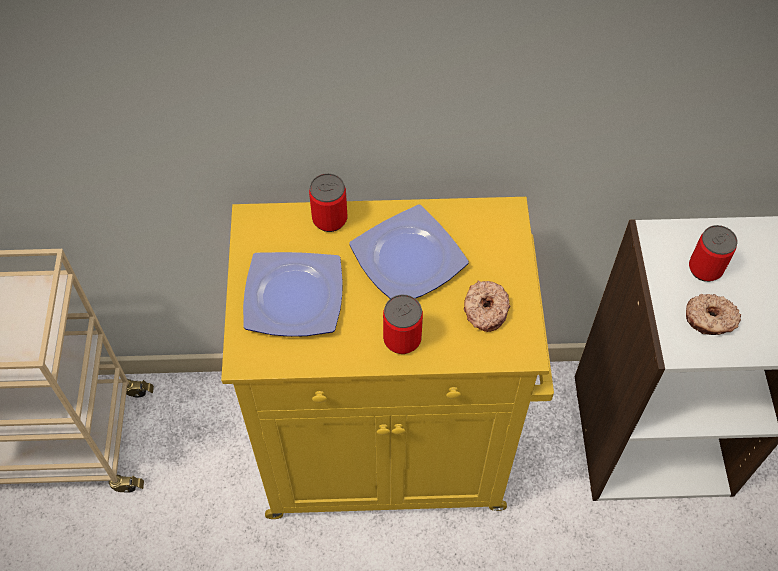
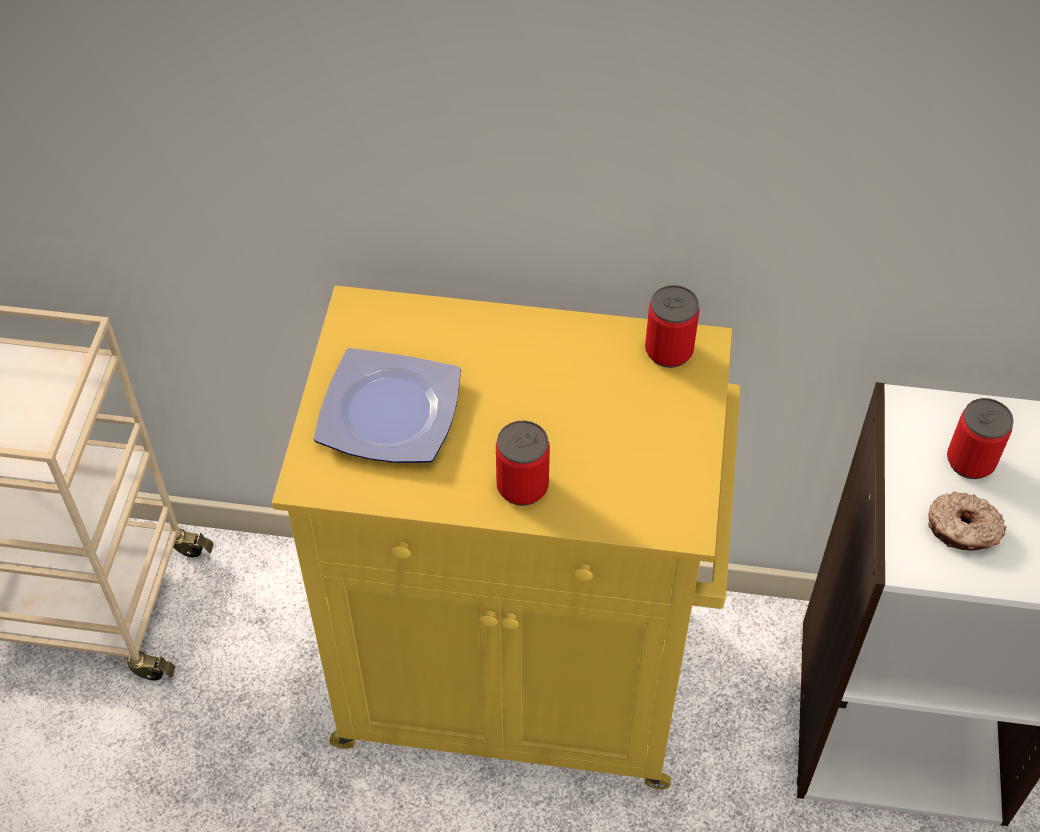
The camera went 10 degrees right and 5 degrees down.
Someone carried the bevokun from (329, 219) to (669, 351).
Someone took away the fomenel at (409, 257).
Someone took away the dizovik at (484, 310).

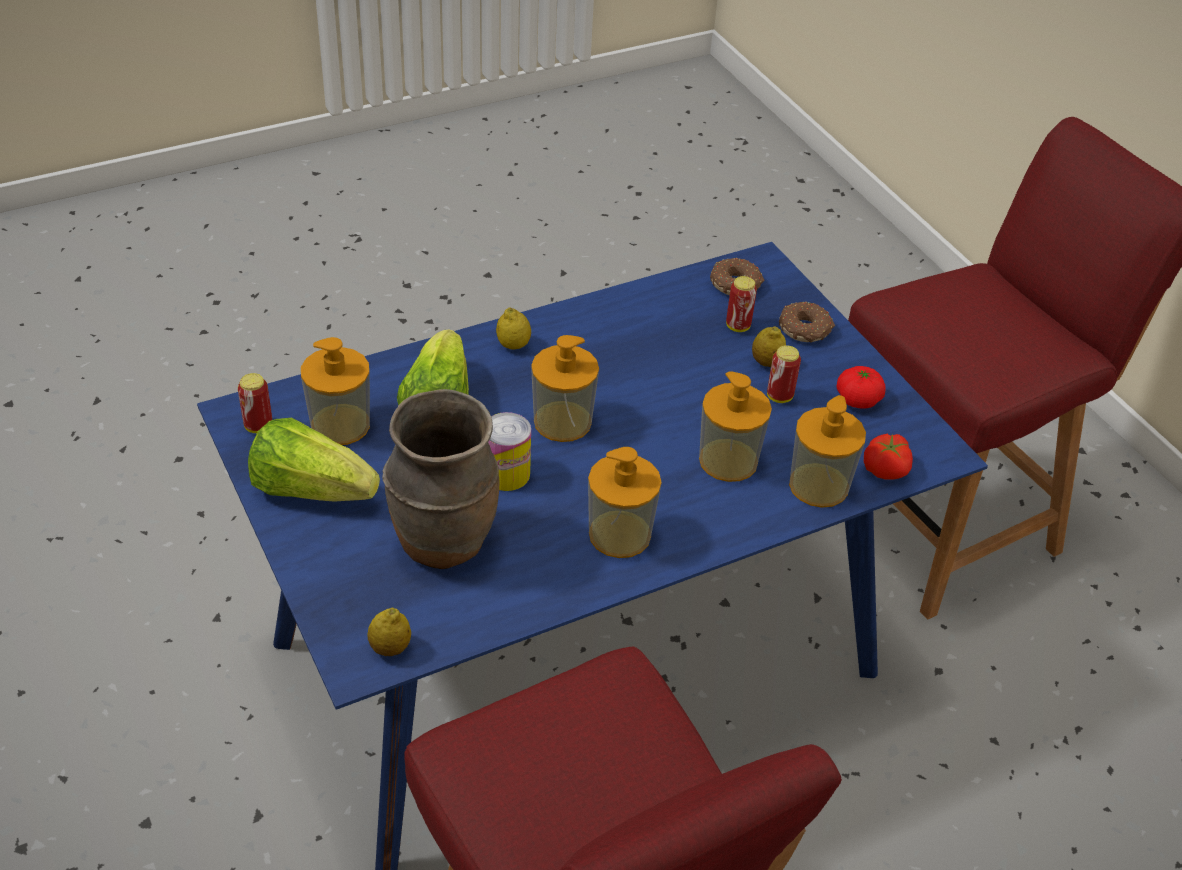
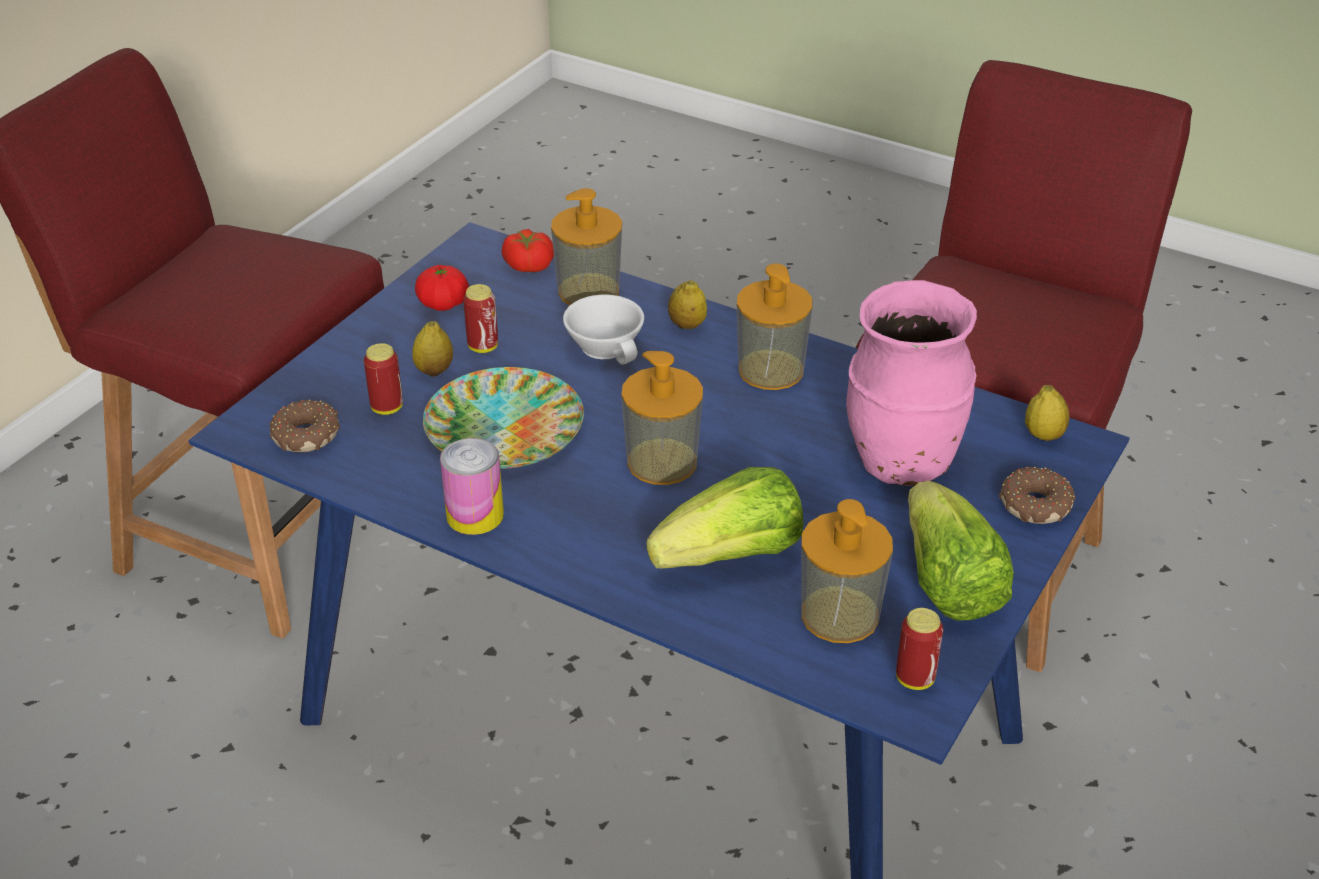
The camera went 120 degrees left and 5 degrees down.
Someone put down the fomenel at (503, 428).
Someone carried the bevokun from (506, 474) to (475, 515).
Someone swapped the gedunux at (728, 460) for the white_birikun at (608, 346).
Someone carried the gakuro from (513, 345) to (687, 325).
Someone repainted the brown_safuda at (443, 541), which became the pink_safuda at (901, 463).
Someone carried the dizovik from (805, 329) to (1034, 503).

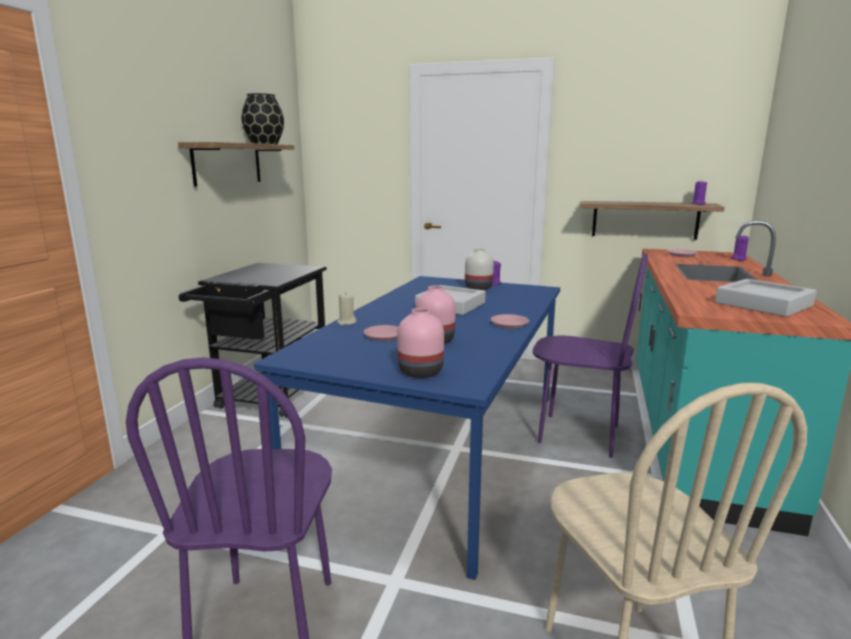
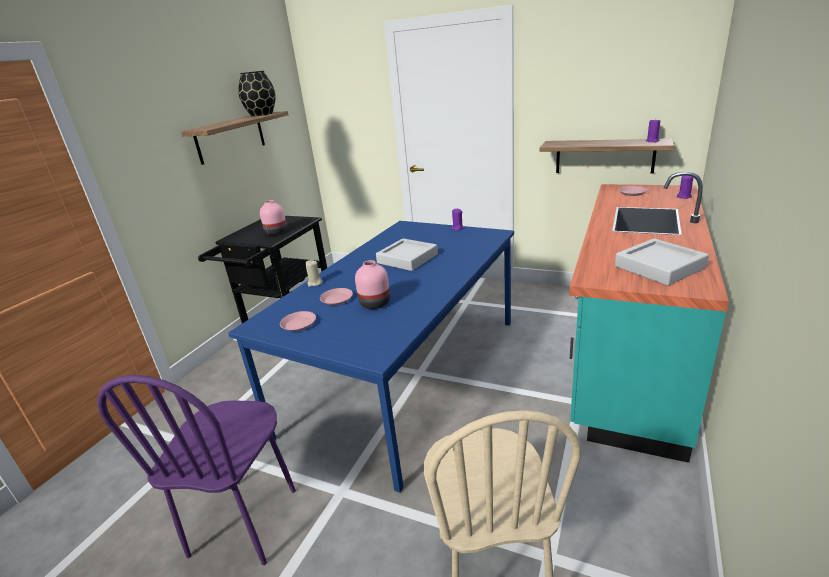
The camera went 10 degrees right and 10 degrees up.
Someone carried the pink_safuda from (419, 372) to (275, 232).
Someone carried the pink_fomenel from (509, 324) to (299, 324).
Someone took away the white_safuda at (478, 288).
Someone took away the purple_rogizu at (578, 434).

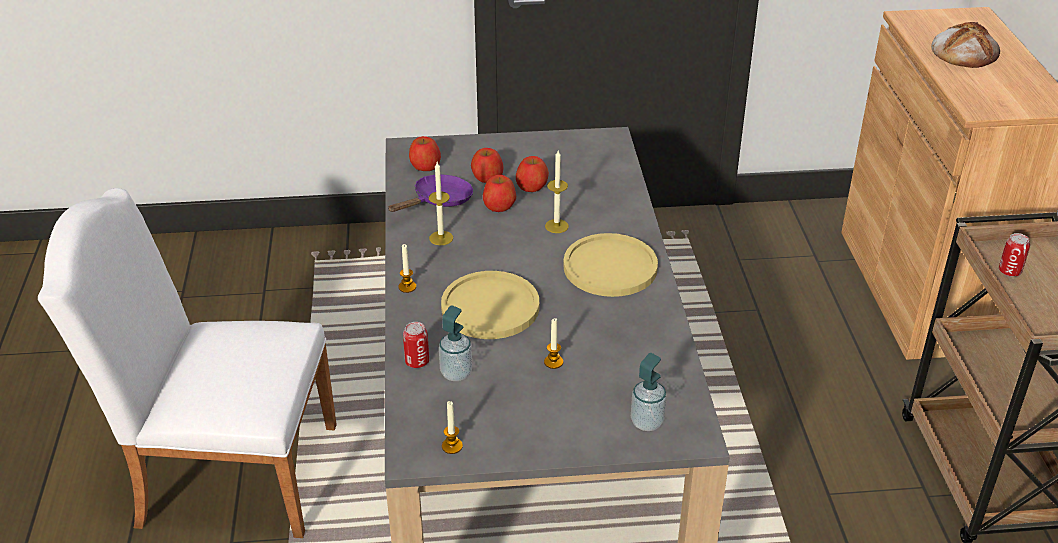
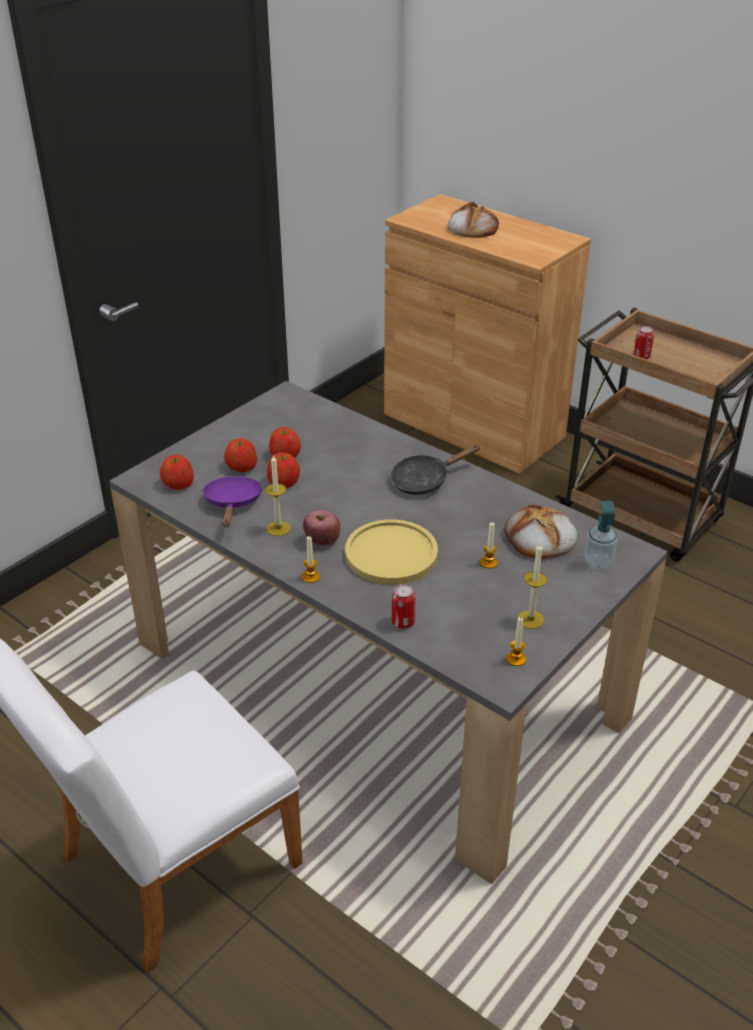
The camera went 45 degrees left and 0 degrees up.
Someone put down the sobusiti at (322, 541).
Someone swapped the yellow_fomenel at (610, 267) for the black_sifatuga at (425, 480).
Someone put down the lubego at (539, 538).
Someone carried the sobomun from (556, 226) to (530, 619).
Someone took away the gedunux at (456, 373).

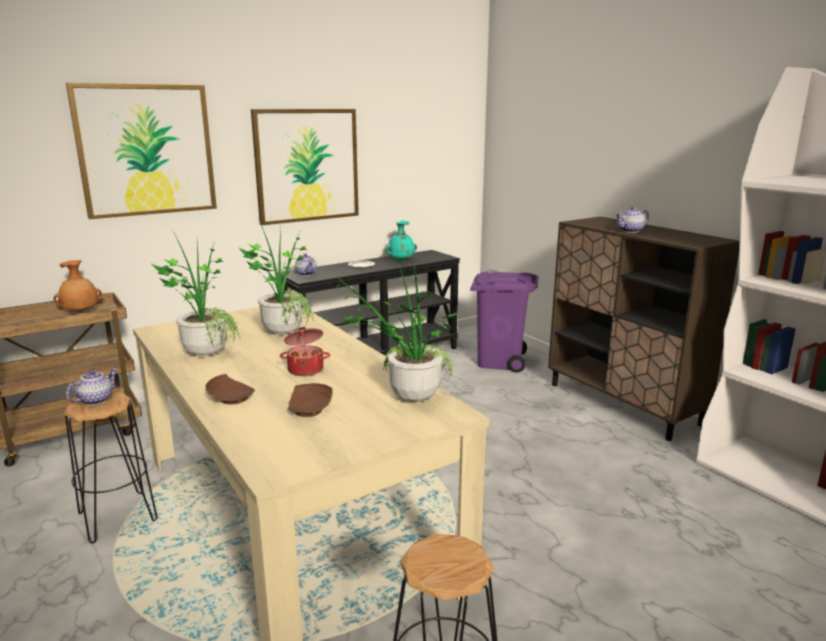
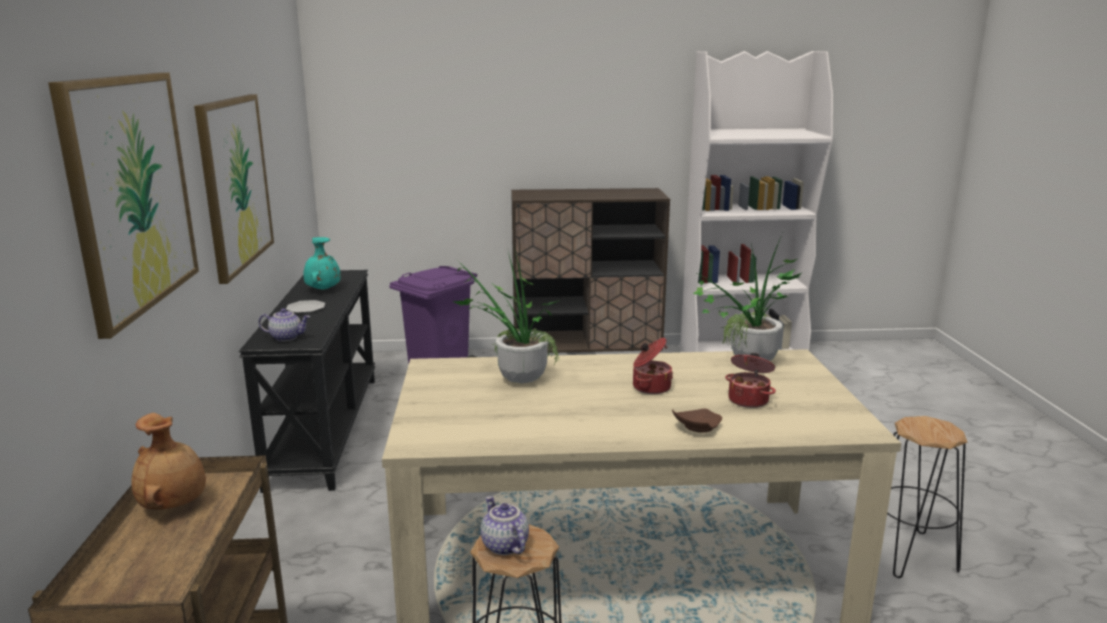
The camera went 60 degrees left and 0 degrees up.
Someone swapped the brown_fomenel at (310, 409) for the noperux at (749, 400).
Someone took away the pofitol at (205, 350).
Someone took away the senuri at (630, 231).

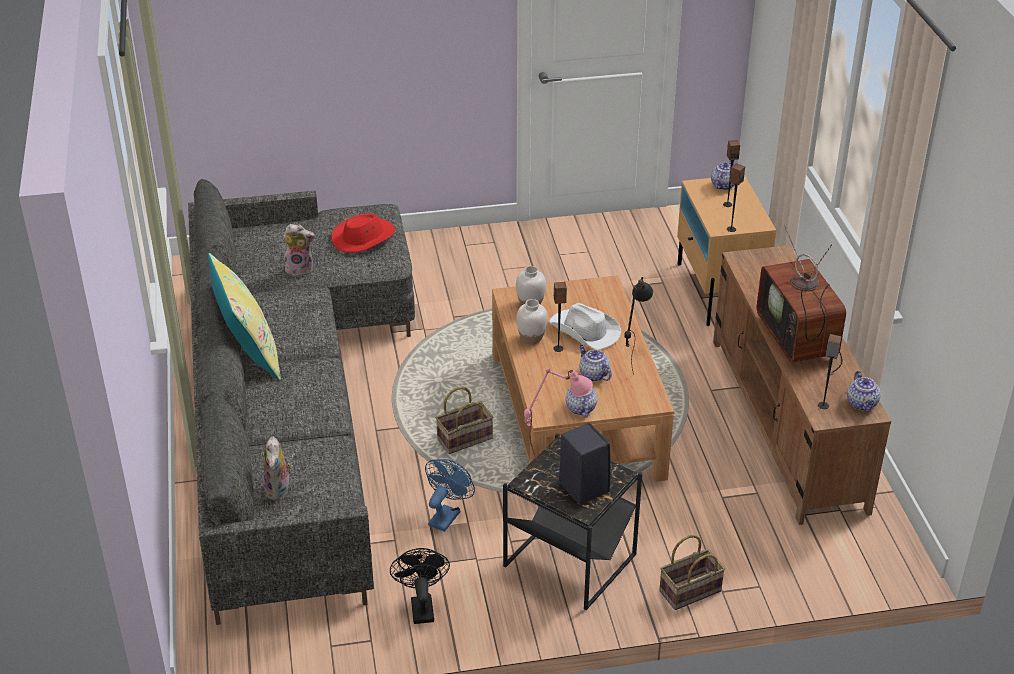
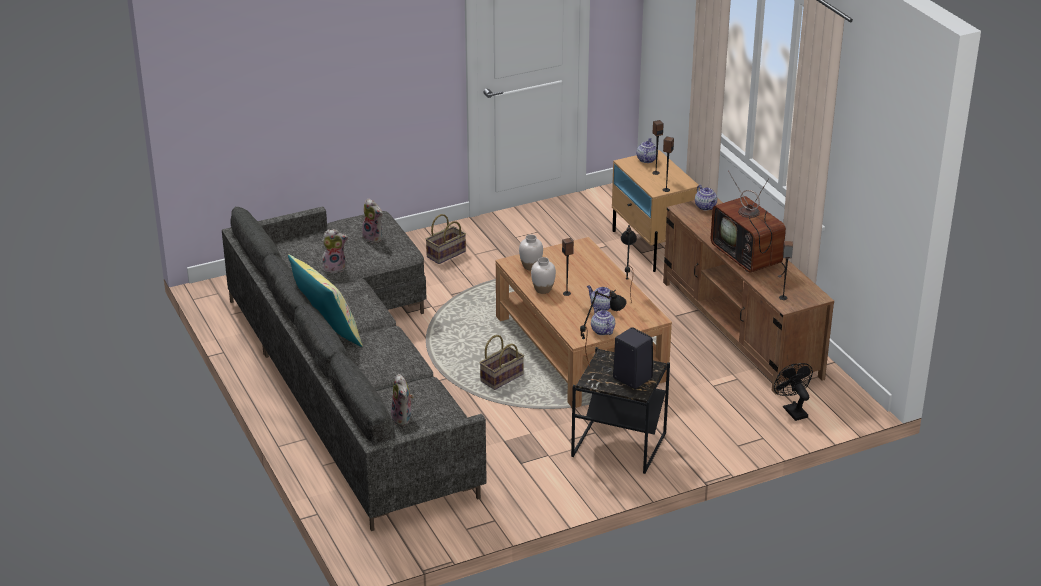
The camera went 15 degrees left and 5 degrees down.
Someone swapped the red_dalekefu at (363, 237) for the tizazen at (374, 237).
Someone carried the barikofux from (689, 592) to (446, 255).
Someone repainted the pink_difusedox at (556, 450), which became the black_difusedox at (601, 357).
Someone carried the senuri from (862, 404) to (706, 207).
Someone carried the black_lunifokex from (421, 606) to (792, 410).
Someone took away the blue_lunifokex at (446, 515).
Someone took away the white_dalekefu at (585, 331).

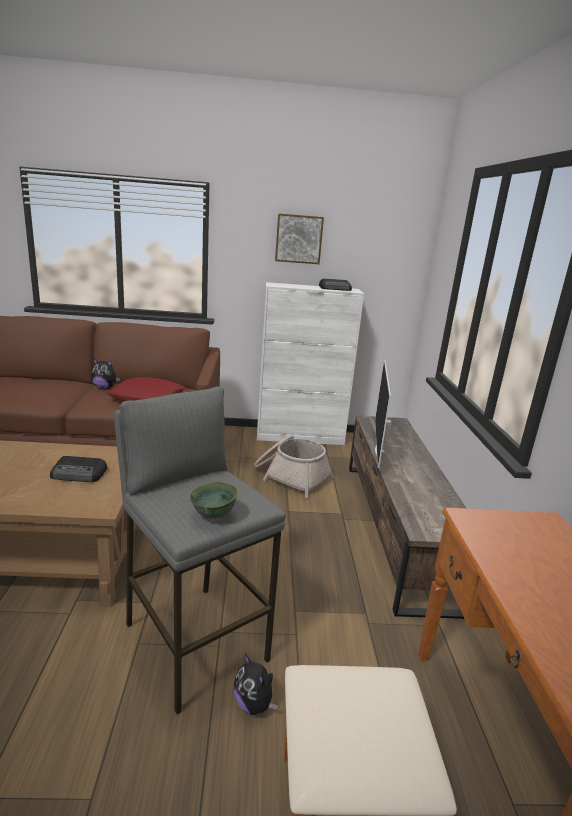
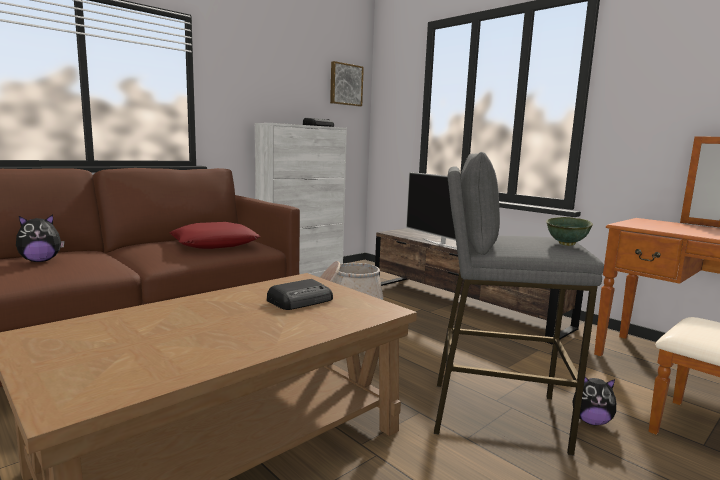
The camera went 40 degrees left and 10 degrees down.
Someone carried the tizazen from (105, 388) to (41, 261).
Someone carried the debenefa from (298, 239) to (345, 84).

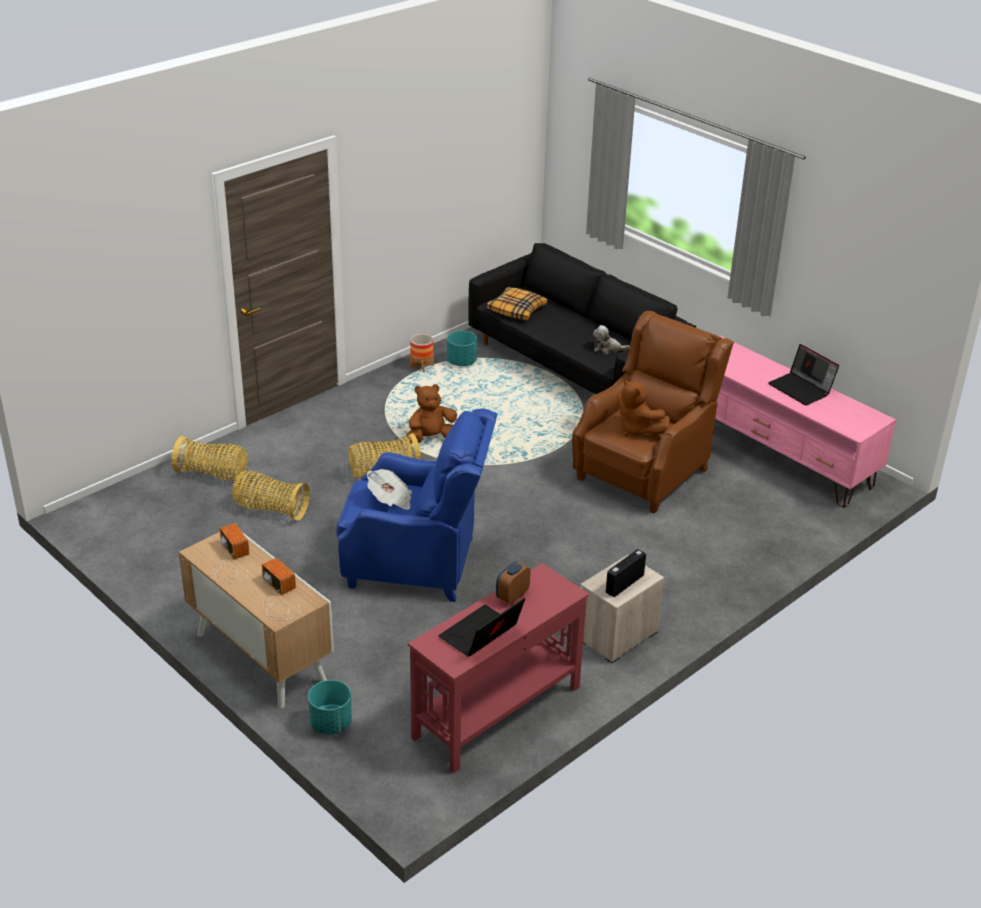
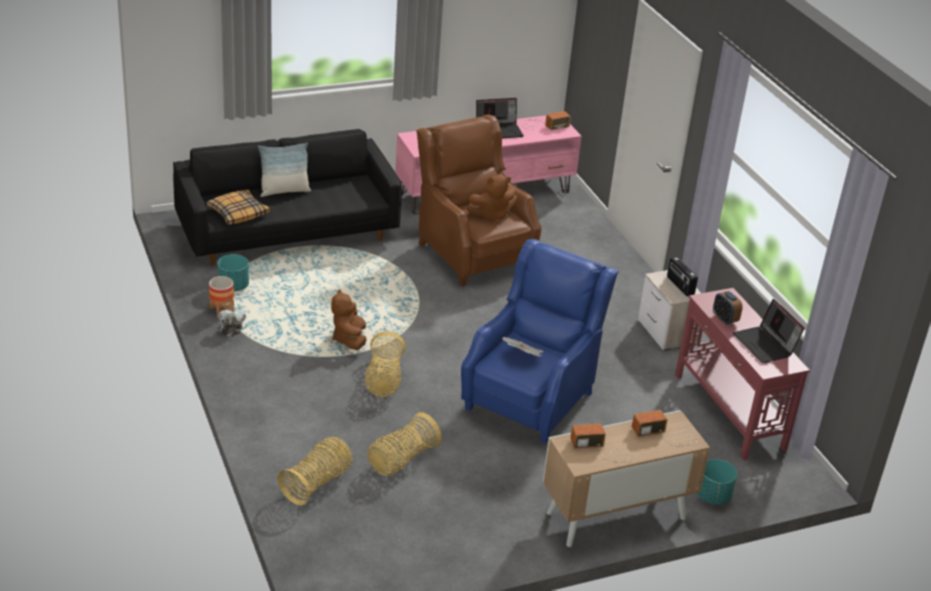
The camera went 70 degrees left and 0 degrees up.
Someone carried the tizazen from (607, 349) to (232, 328).
Someone put down the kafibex at (284, 191).
Someone put down the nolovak at (543, 125).

